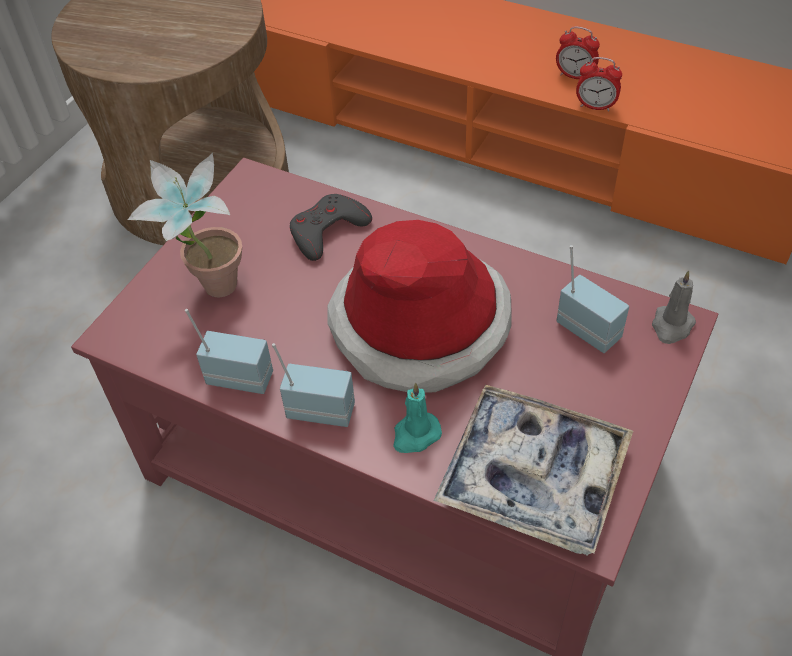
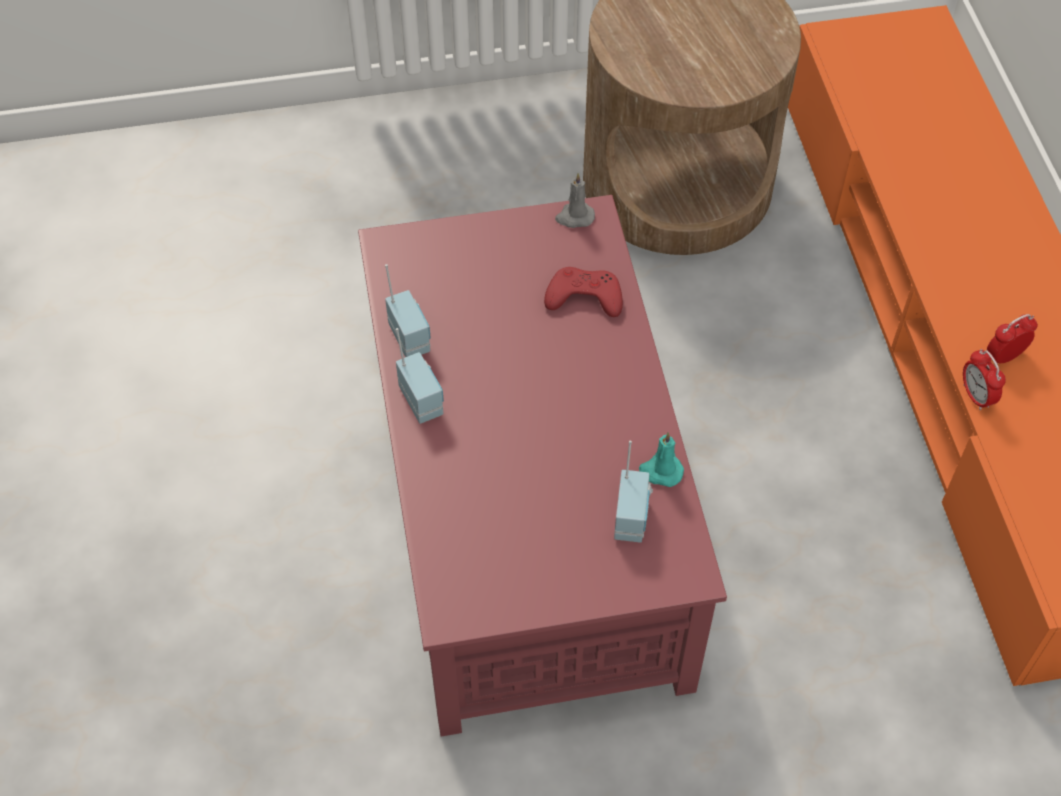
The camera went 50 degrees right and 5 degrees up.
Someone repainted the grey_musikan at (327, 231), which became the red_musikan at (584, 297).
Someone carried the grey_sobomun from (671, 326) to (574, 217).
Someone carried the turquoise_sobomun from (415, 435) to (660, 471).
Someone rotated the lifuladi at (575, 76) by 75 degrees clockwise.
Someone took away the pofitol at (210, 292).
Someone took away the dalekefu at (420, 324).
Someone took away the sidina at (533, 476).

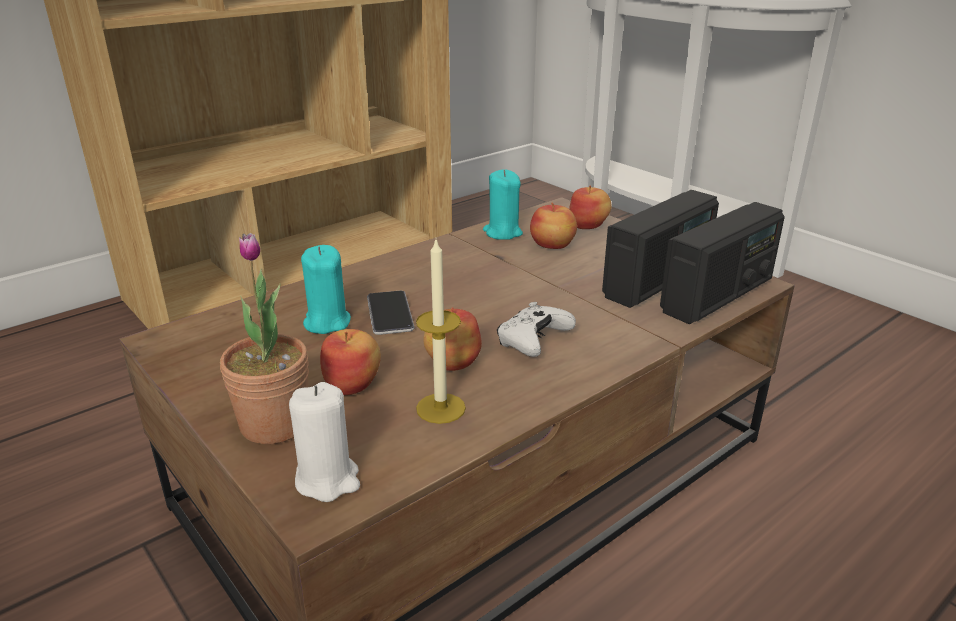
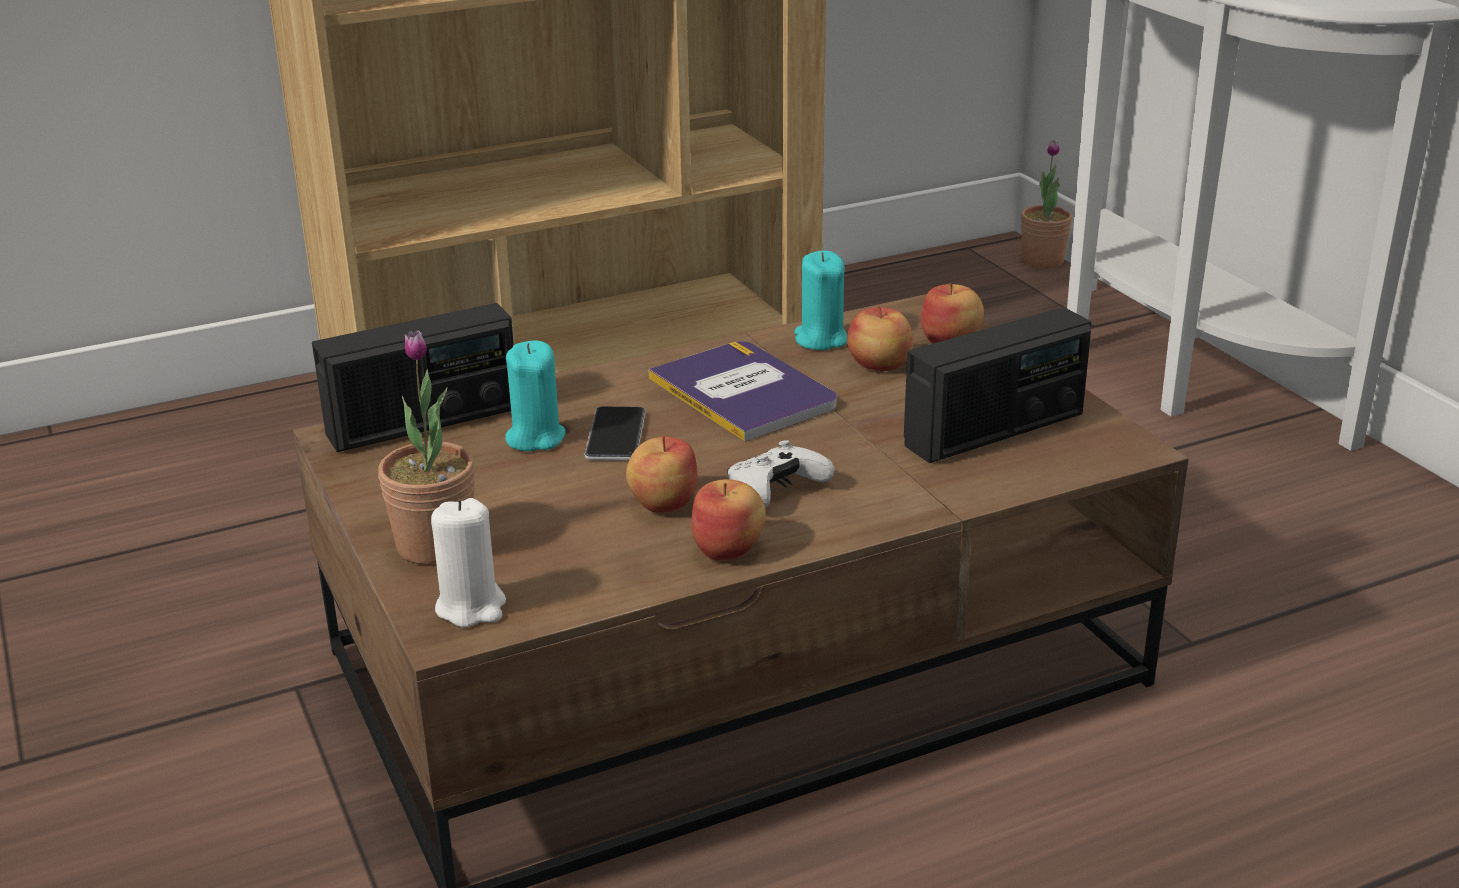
The camera went 15 degrees right and 0 degrees up.
Someone carried the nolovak from (718, 295) to (424, 422).
Someone put down the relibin at (744, 392).
Someone carried the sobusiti from (353, 384) to (728, 548).
Someone put down the pofitol at (1042, 261).
Someone took away the sobomun at (440, 408).

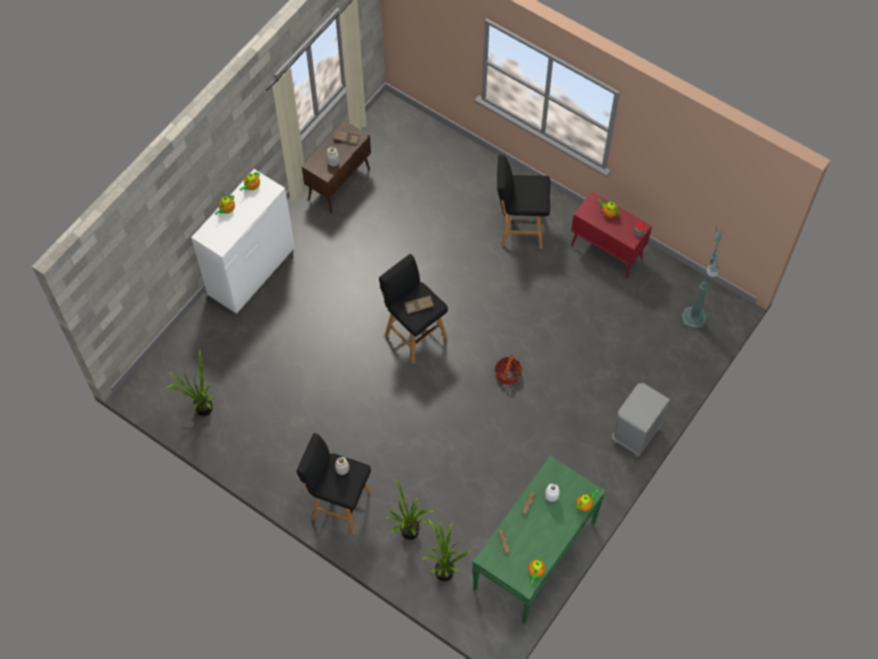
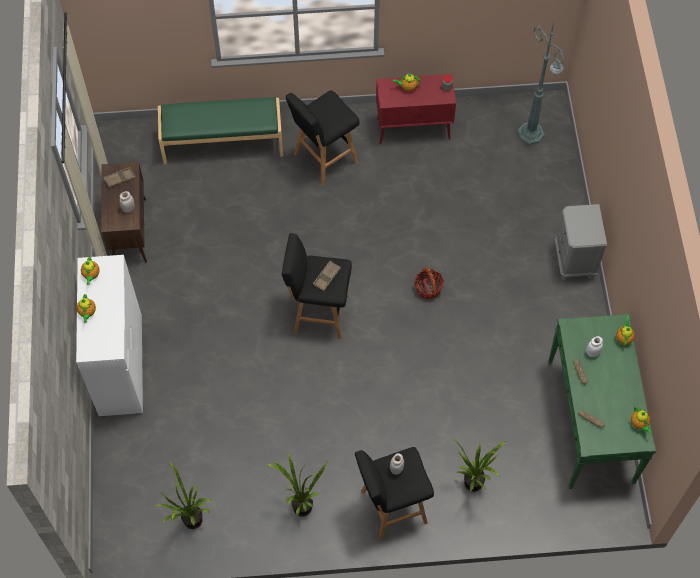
The camera went 40 degrees left and 0 degrees up.
Someone put down the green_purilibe at (222, 143).
Someone carried the pofitol from (444, 569) to (299, 505).

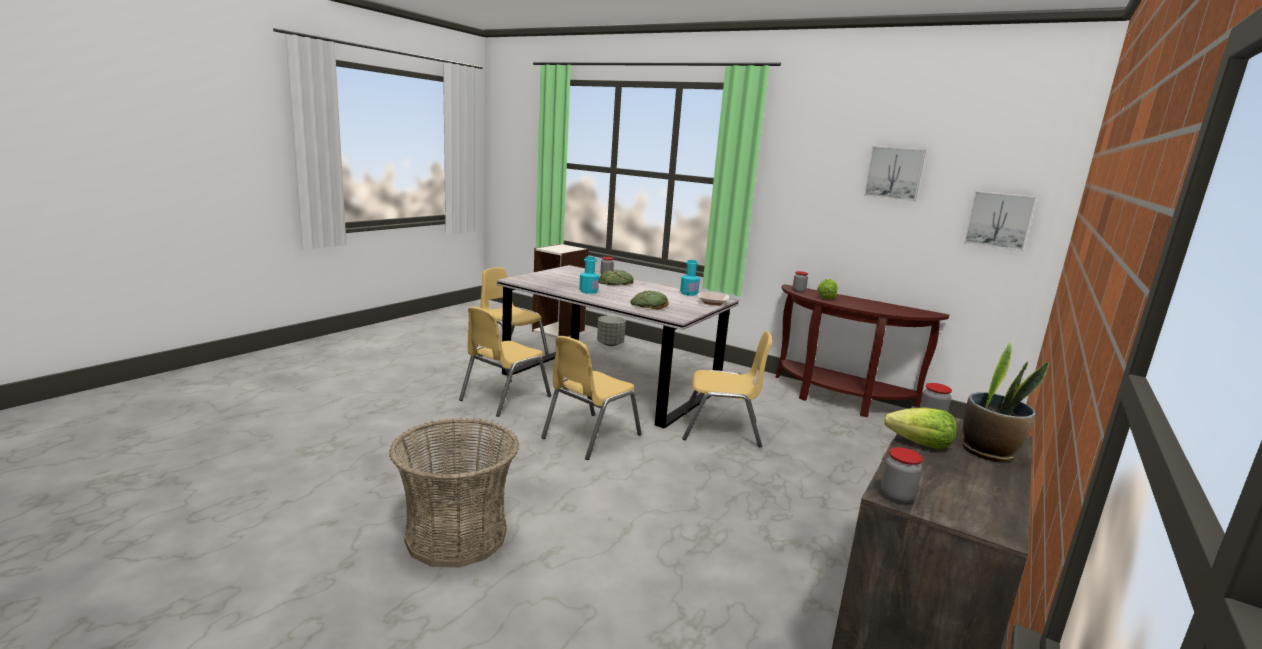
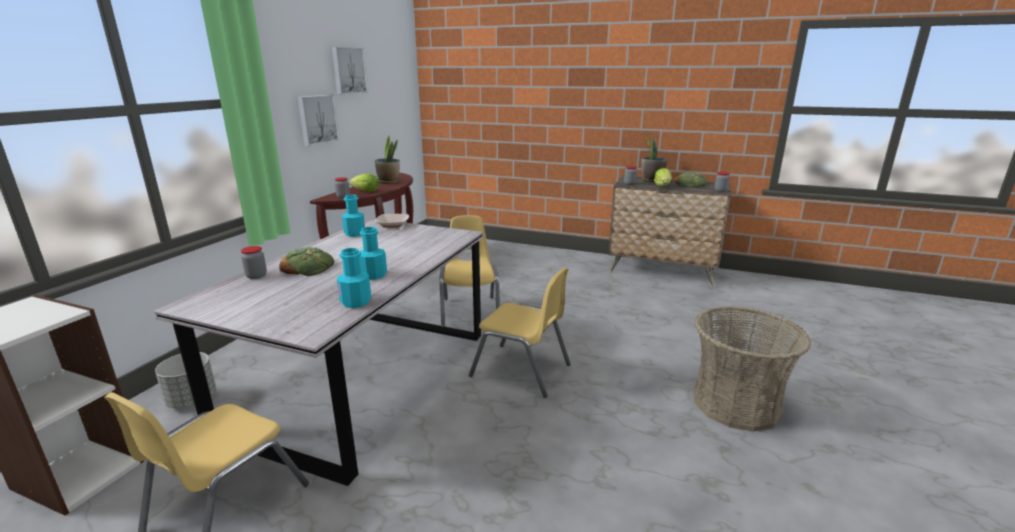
The camera went 100 degrees left and 5 degrees up.
Someone carried the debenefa from (999, 220) to (317, 119).
Someone put down the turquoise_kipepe at (356, 302).
Someone put down the pofitol at (389, 182).
Someone carried the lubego from (649, 305) to (690, 184).
Someone took away the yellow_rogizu at (504, 398).

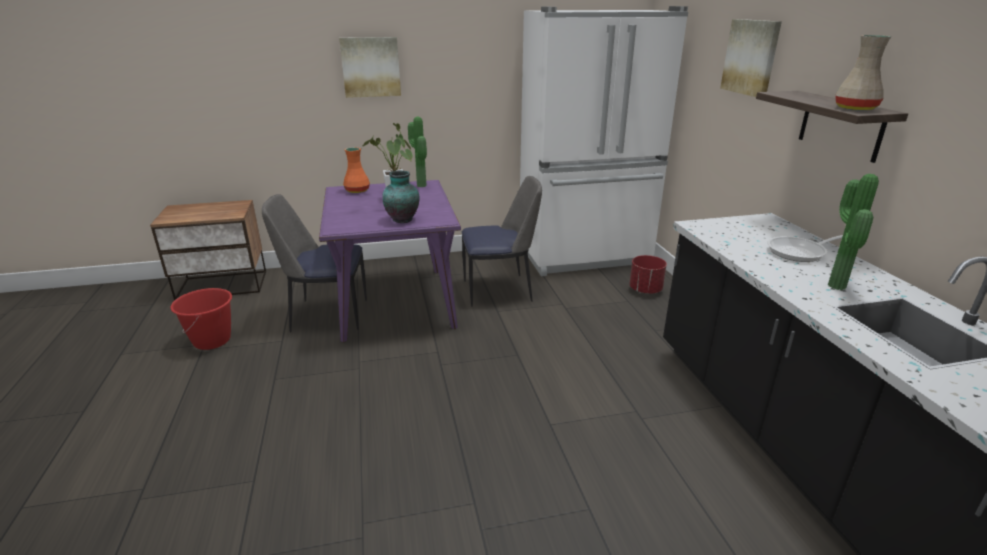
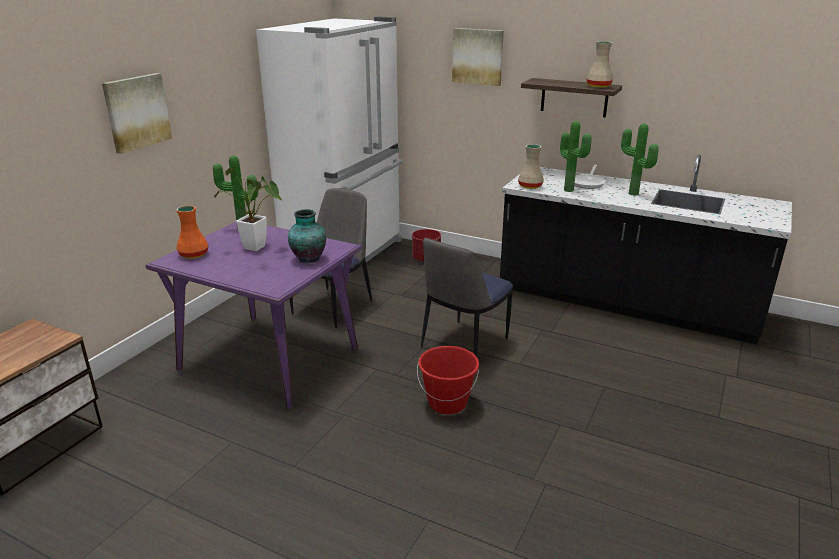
The camera went 50 degrees left and 0 degrees up.
Someone carried the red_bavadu from (212, 340) to (447, 403).
Someone carried the rogizu from (327, 315) to (463, 344).
Someone put down the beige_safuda at (530, 186).
Someone put down the pofitol at (570, 190).

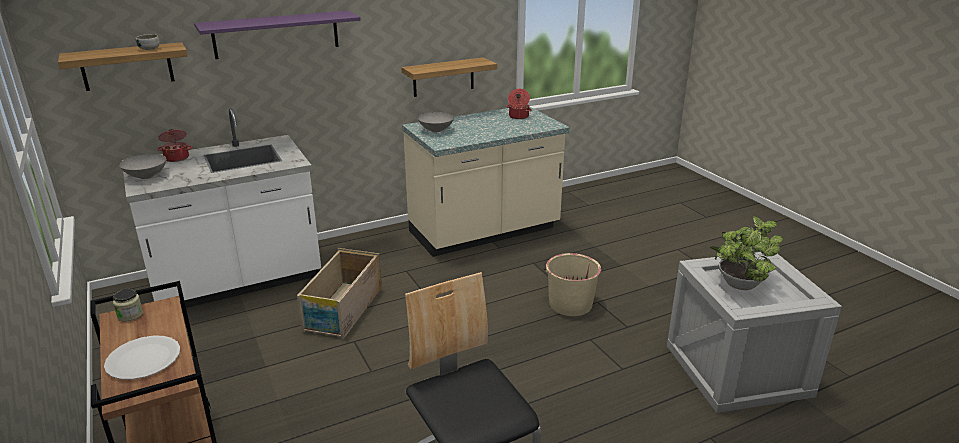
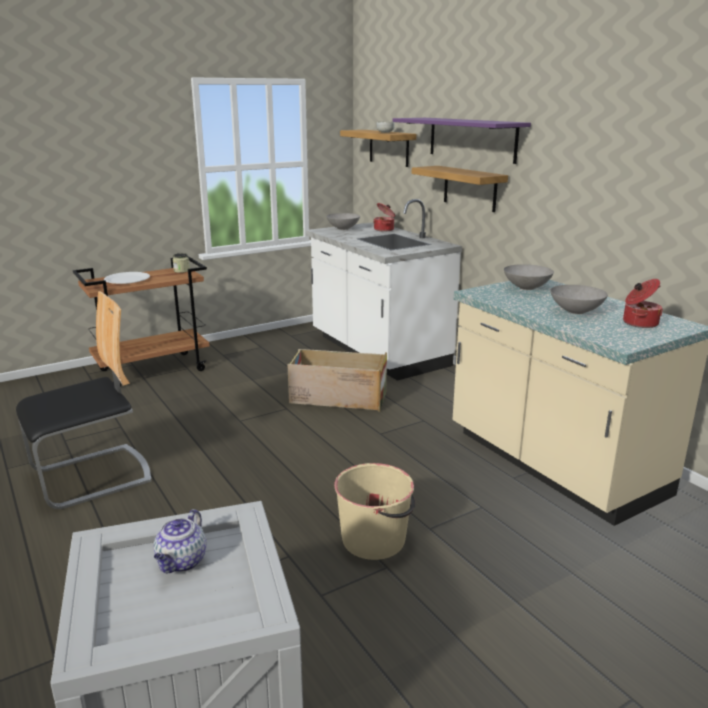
The camera went 85 degrees right and 5 degrees down.
Someone swapped the pofitol at (738, 286) for the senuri at (182, 562).
Someone carried the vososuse from (443, 77) to (470, 188).
Someone put down the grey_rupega at (577, 311).

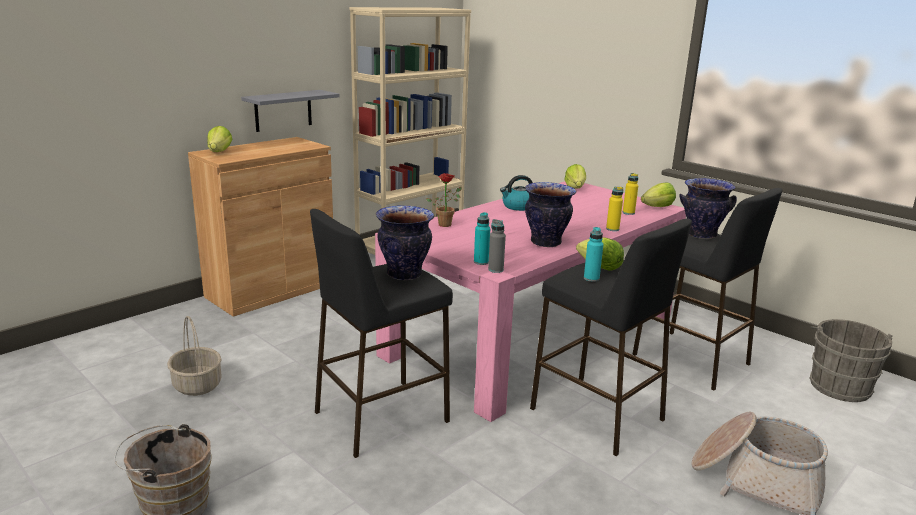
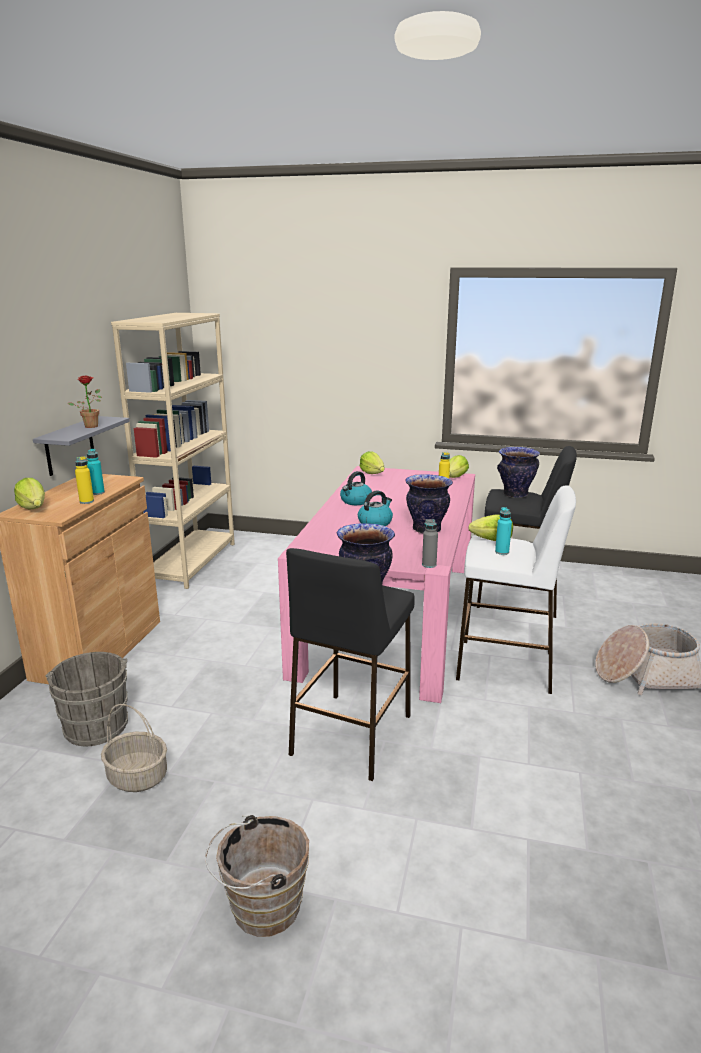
The camera went 30 degrees left and 0 degrees up.
Someone carried the grey_bavadu from (838, 385) to (96, 724).
Someone carried the pofitol from (446, 224) to (92, 426).
Someone carried the yellow_kipepe from (612, 229) to (86, 501).
Someone carried the turquoise_kipepe from (481, 262) to (97, 492).
Someone put down the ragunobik at (375, 522).
Someone repainted the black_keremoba at (597, 414), which became the white_keremoba at (506, 666).

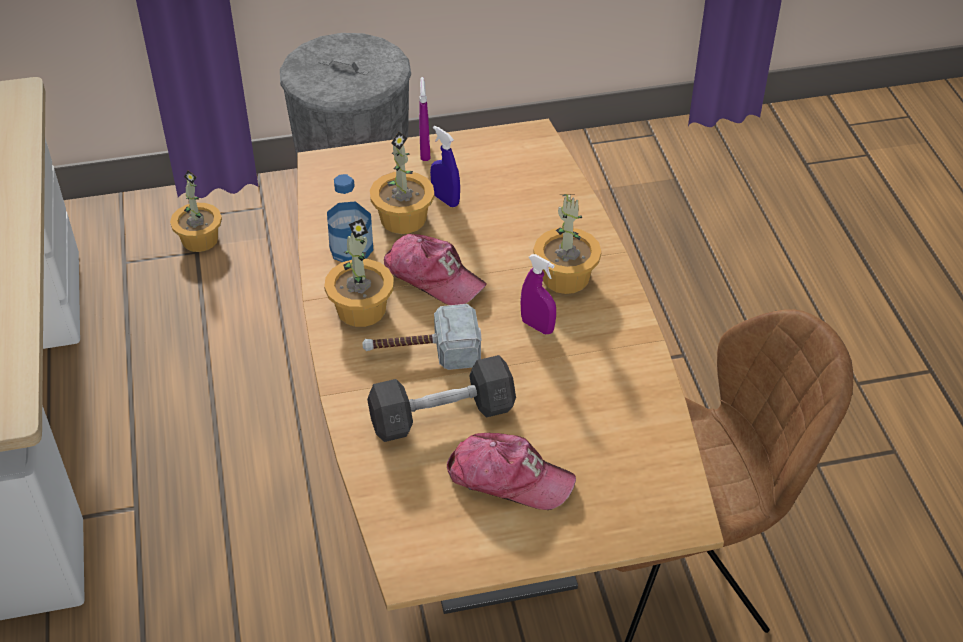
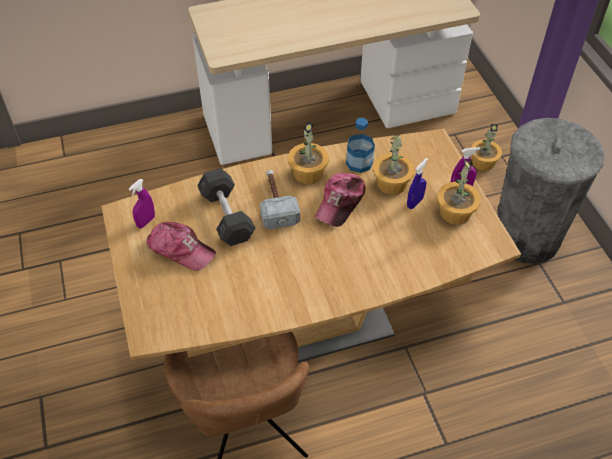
The camera went 85 degrees right and 5 degrees up.
Someone carried the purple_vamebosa from (537, 326) to (146, 221).
Someone rotated the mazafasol at (509, 478) by 75 degrees counterclockwise.
Someone carried the pofitol from (565, 277) to (454, 213).

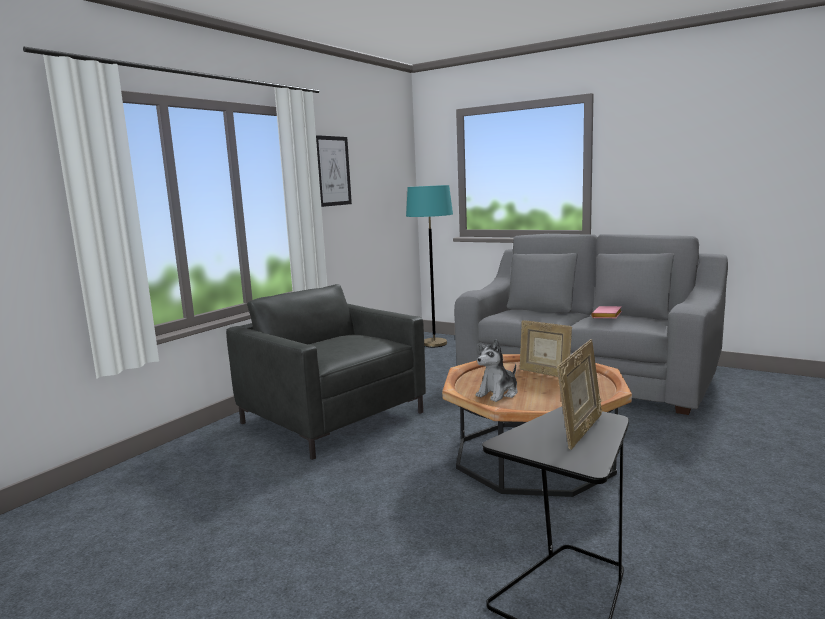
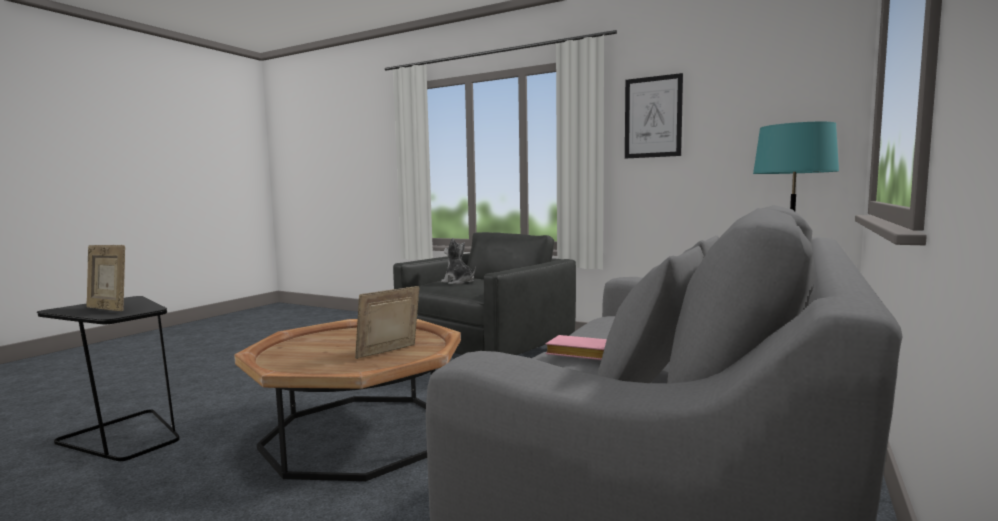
The camera went 85 degrees right and 5 degrees down.
Someone carried the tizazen from (498, 393) to (458, 282).

